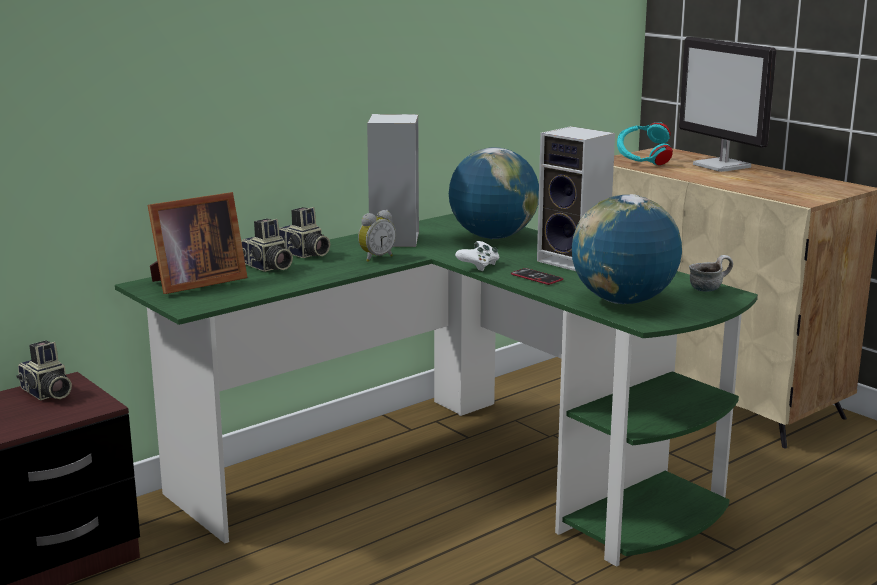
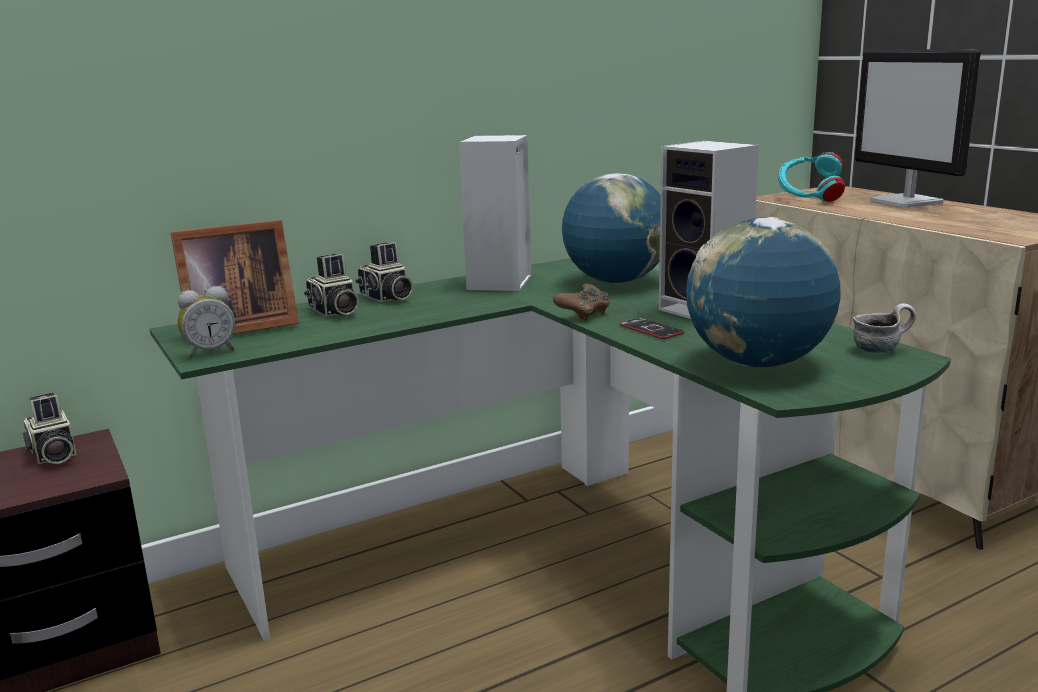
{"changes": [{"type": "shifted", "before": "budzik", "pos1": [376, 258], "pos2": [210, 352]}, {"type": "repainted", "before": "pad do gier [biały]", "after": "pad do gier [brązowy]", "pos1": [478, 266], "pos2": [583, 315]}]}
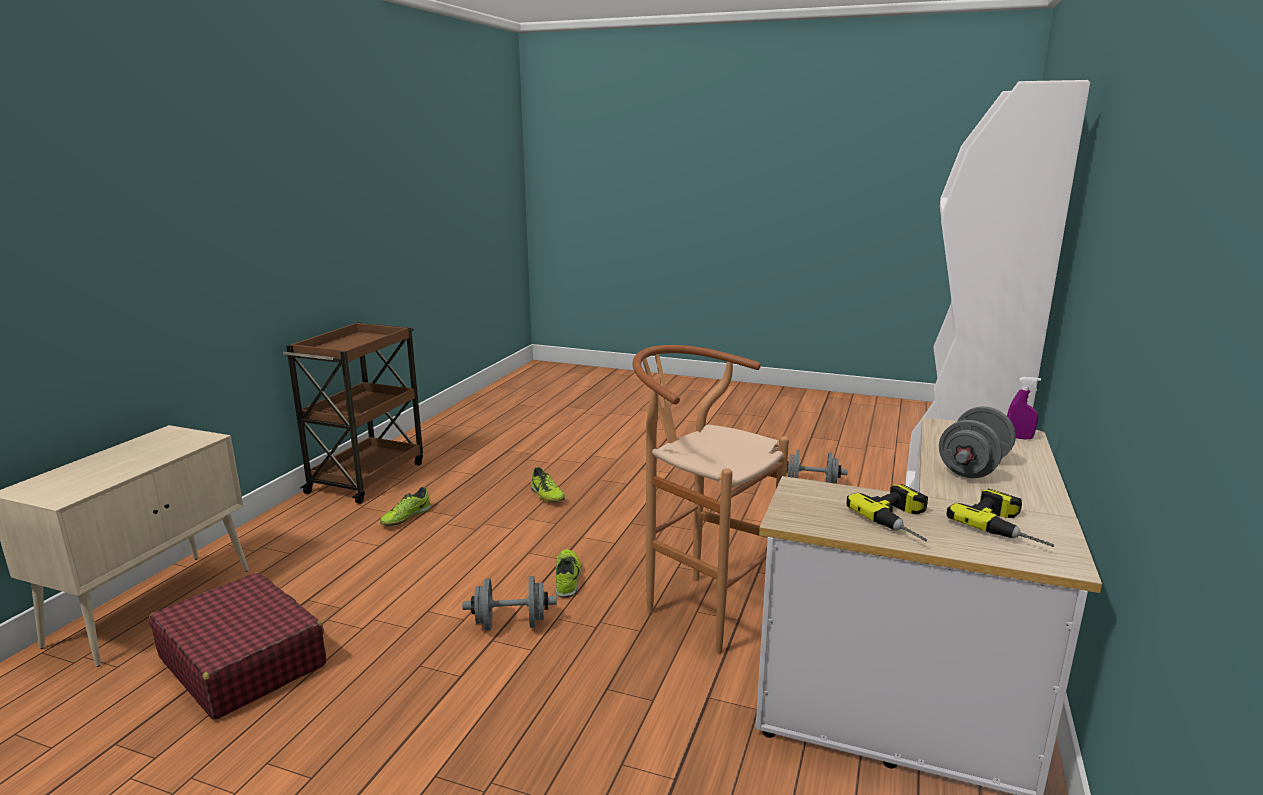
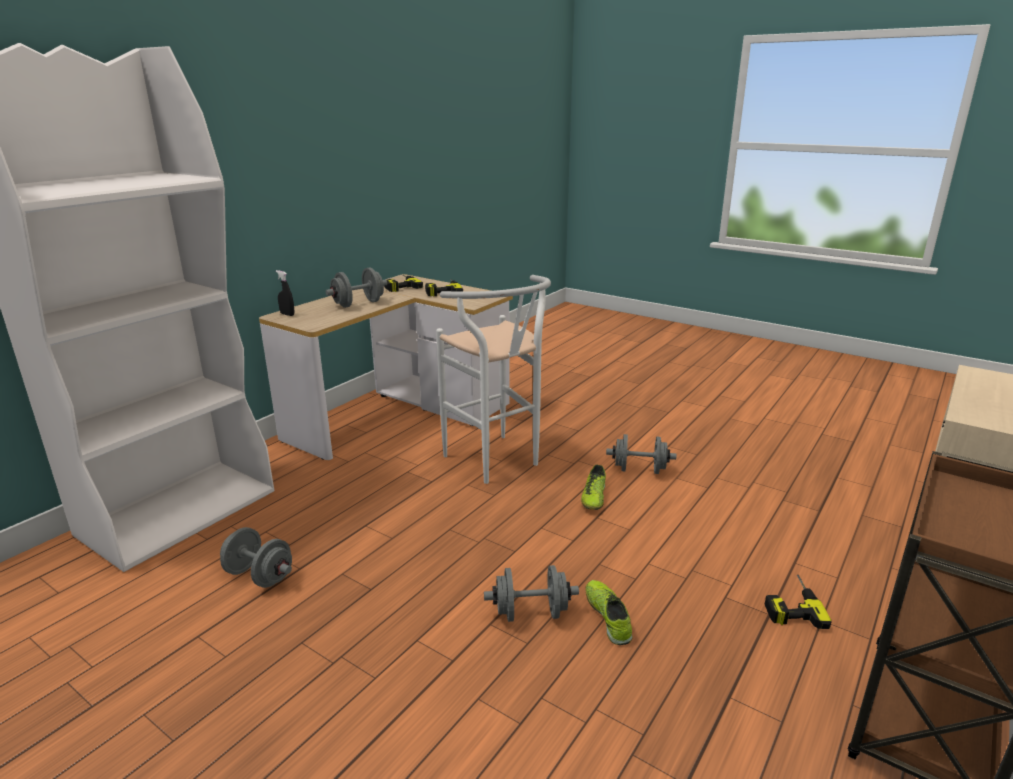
{"changes": [{"type": "repainted", "before": "spryskiwacz [fioletowy]", "after": "spryskiwacz [czarny]", "pos1": [1018, 438], "pos2": [287, 314]}, {"type": "repainted", "before": "stołek [brązowy]", "after": "stołek [biały]", "pos1": [699, 606], "pos2": [497, 463]}, {"type": "new", "after": "hantel [szary]", "pos2": [531, 613]}, {"type": "swapped", "before": "but", "after": "wiertarka", "pos1": [406, 517], "pos2": [790, 604]}, {"type": "gone", "before": "walizka [czerwony]", "pos1": [242, 661]}]}
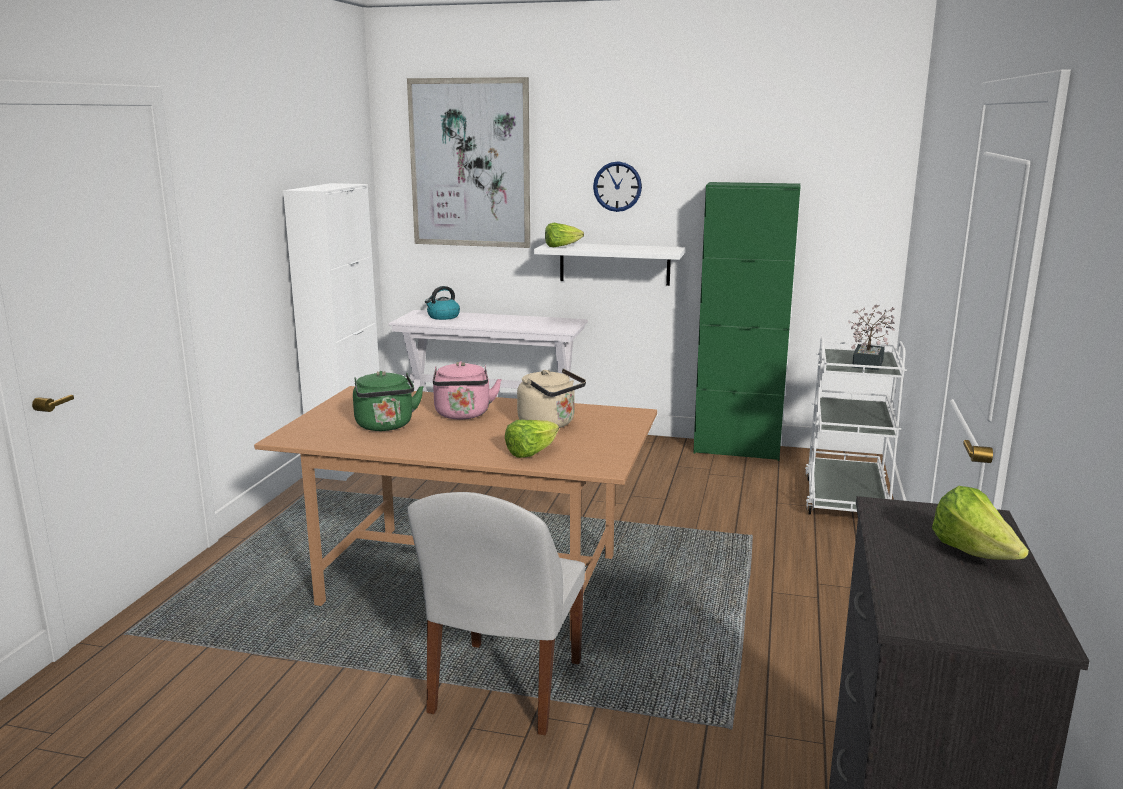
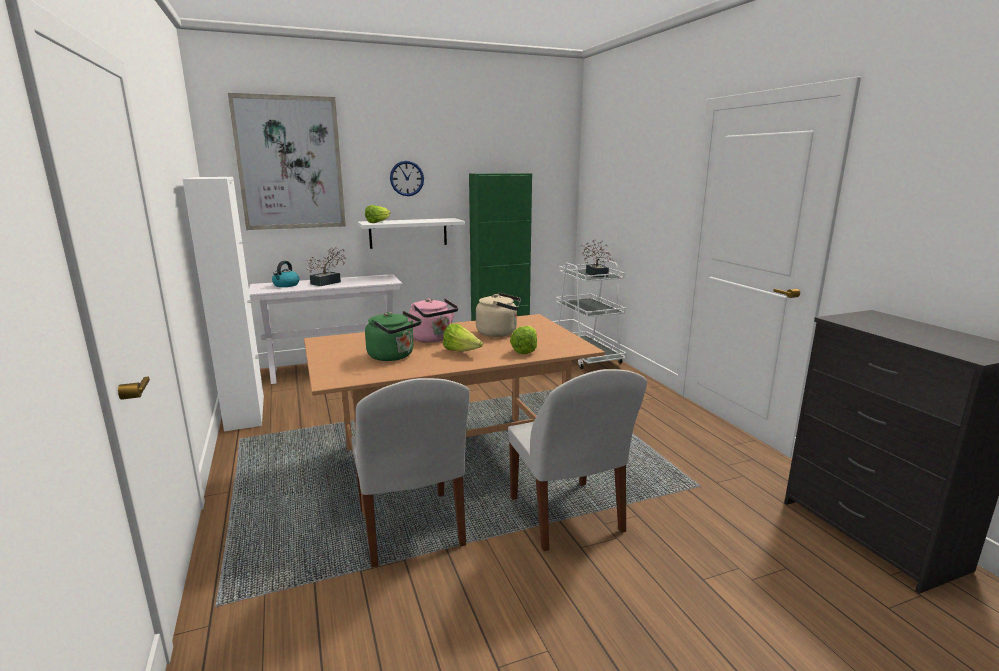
{"changes": [{"type": "new", "after": "roślina doniczkowa", "pos2": [328, 282]}, {"type": "new", "after": "krzesło [biały]", "pos2": [411, 529]}, {"type": "shifted", "before": "sałata", "pos1": [974, 554], "pos2": [461, 351]}]}
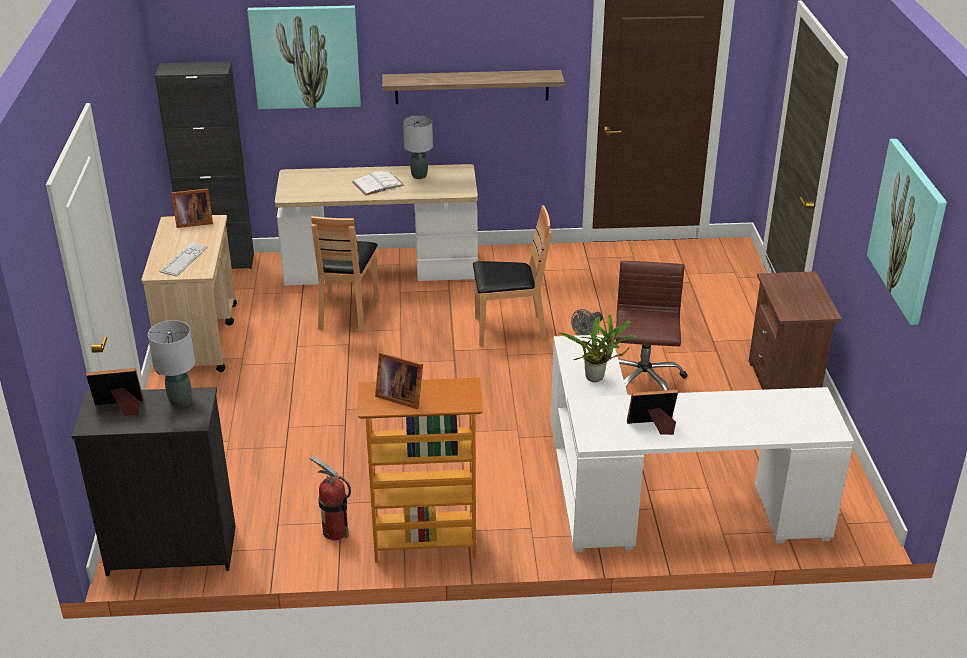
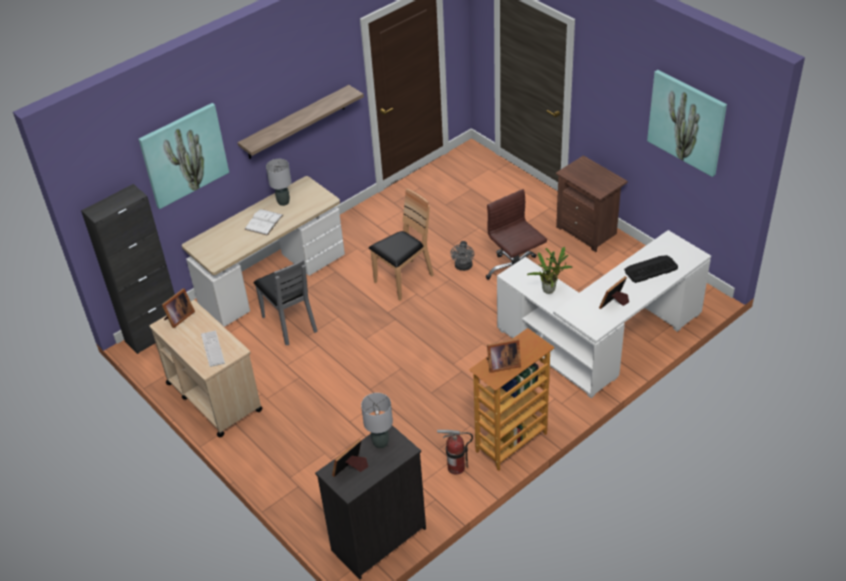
{"changes": [{"type": "repainted", "before": "krzesło [brązowy]", "after": "krzesło [szary]", "pos1": [347, 312], "pos2": [290, 323]}, {"type": "new", "after": "klawiatura", "pos2": [650, 269]}]}
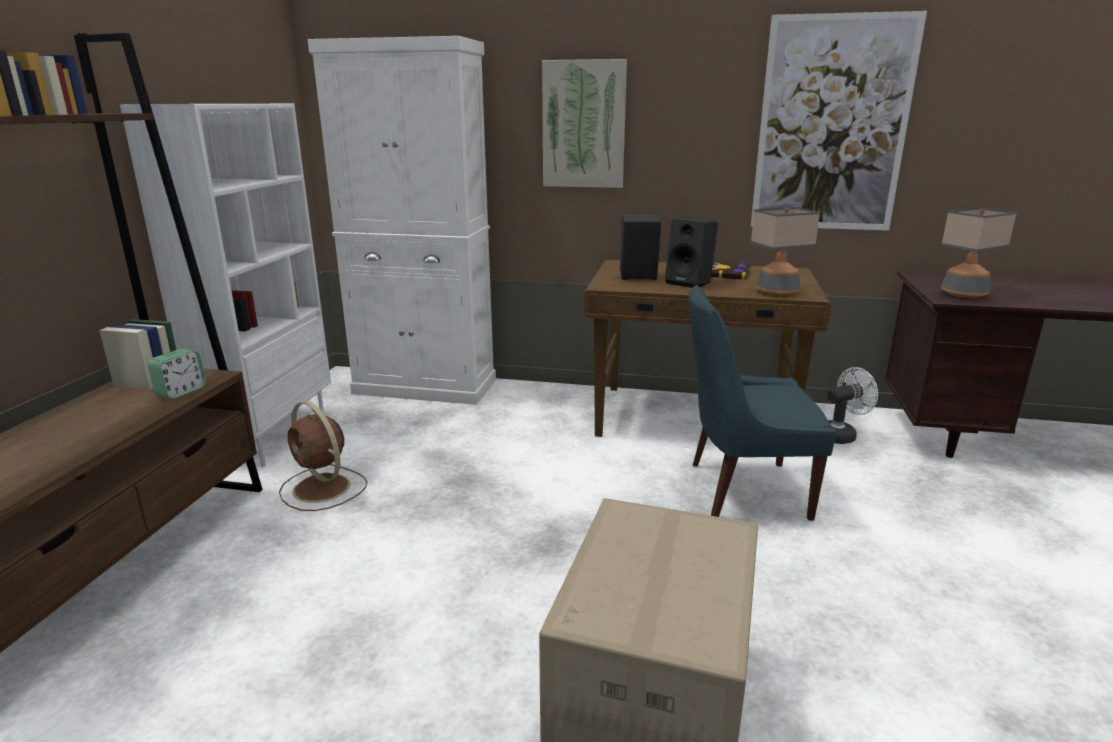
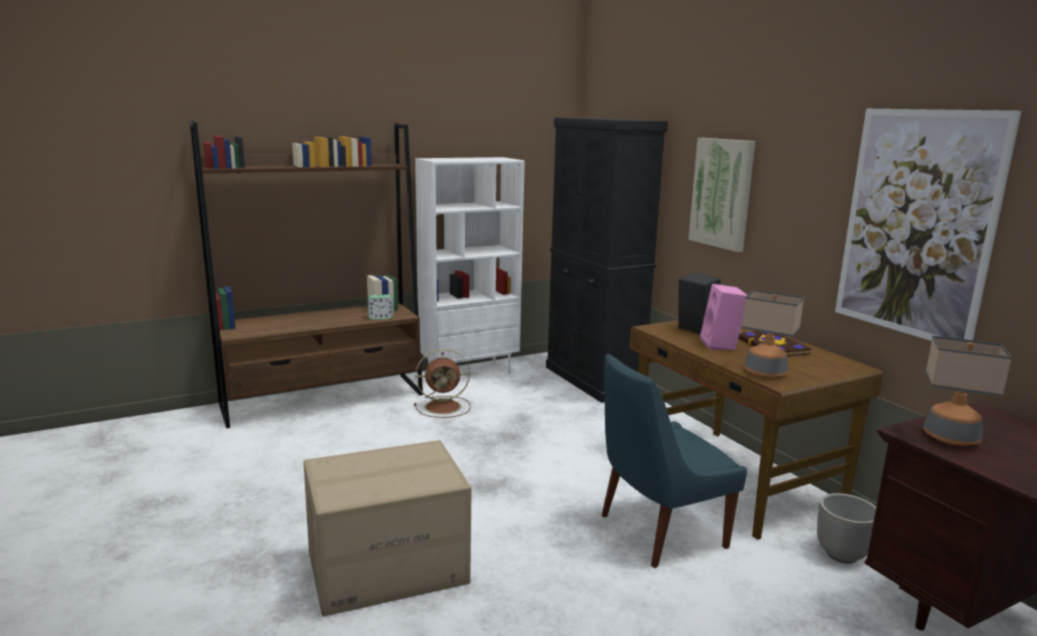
{"changes": [{"type": "rotated", "before": "wentylator [brązowy]", "pos1": [323, 489], "pos2": [444, 407], "turn": -105}, {"type": "repainted", "before": "szafka [biały]", "after": "szafka [czarny]", "pos1": [425, 386], "pos2": [593, 380]}, {"type": "rotated", "before": "krzesło [niebieski]", "pos1": [742, 490], "pos2": [657, 532], "turn": -75}, {"type": "repainted", "before": "głośnik [czarny]", "after": "głośnik [różowy]", "pos1": [690, 282], "pos2": [721, 345]}, {"type": "swapped", "before": "wentylator [biały]", "after": "donica", "pos1": [841, 435], "pos2": [841, 554]}]}
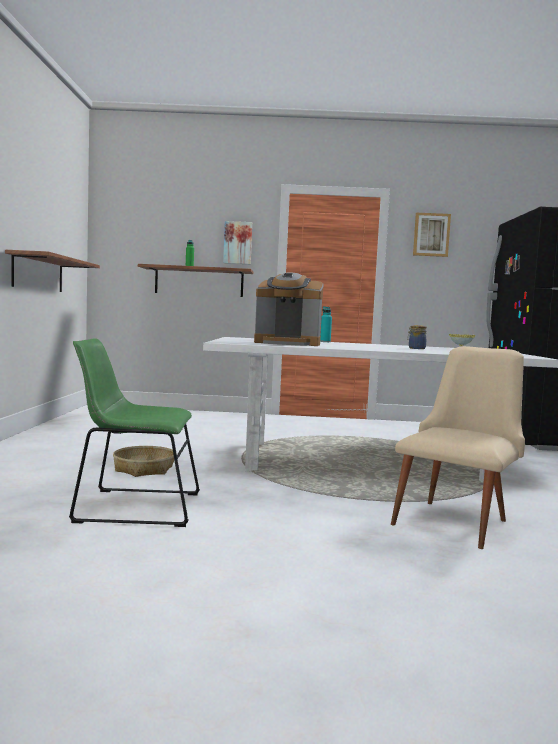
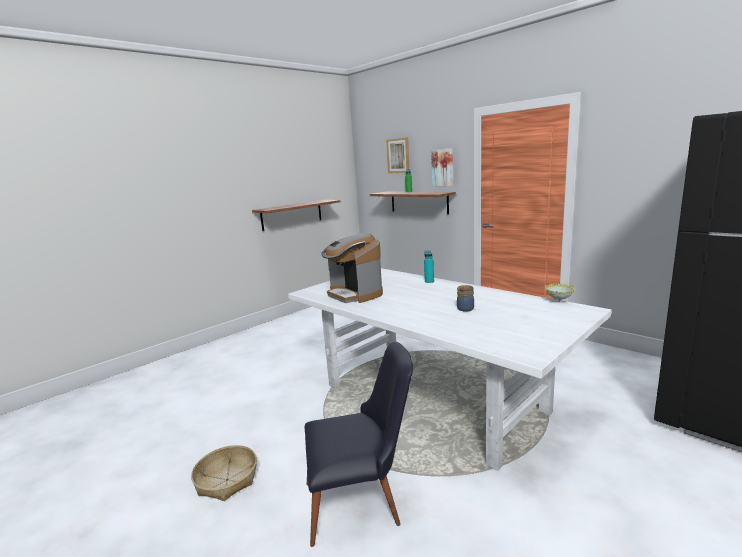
{"changes": [{"type": "shifted", "before": "koszyk", "pos1": [144, 469], "pos2": [227, 480]}, {"type": "repainted", "before": "krzesło [beżowy]", "after": "krzesło [czarny]", "pos1": [457, 520], "pos2": [362, 503]}, {"type": "shifted", "before": "obraz", "pos1": [431, 235], "pos2": [398, 155]}, {"type": "gone", "before": "krzesło [zielony]", "pos1": [133, 507]}]}
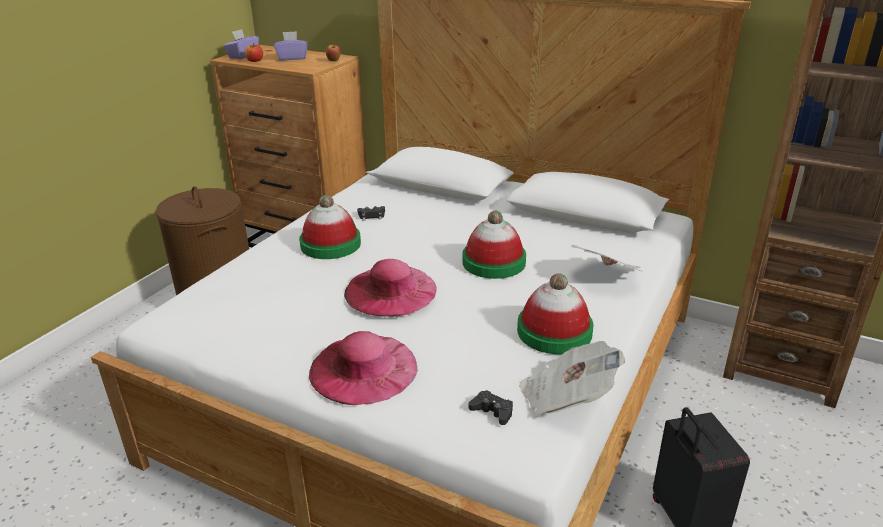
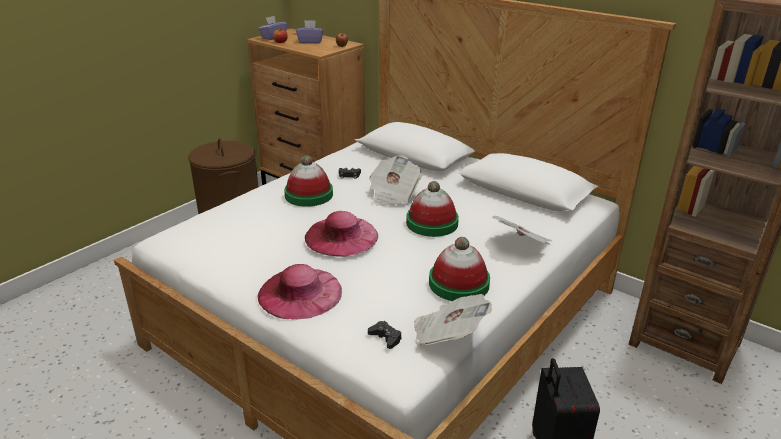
{"changes": [{"type": "new", "after": "gazeta", "pos2": [393, 195]}]}
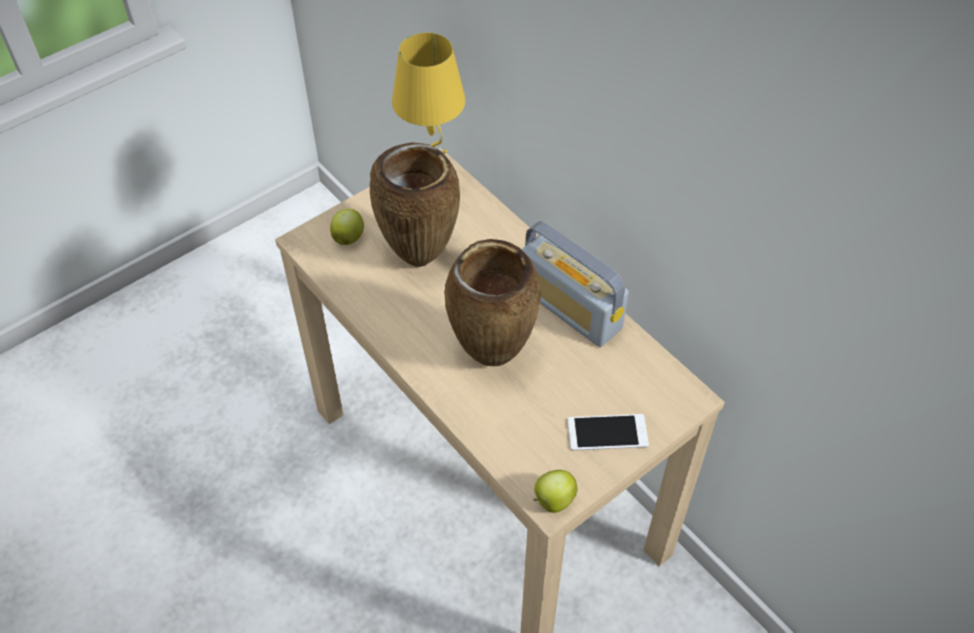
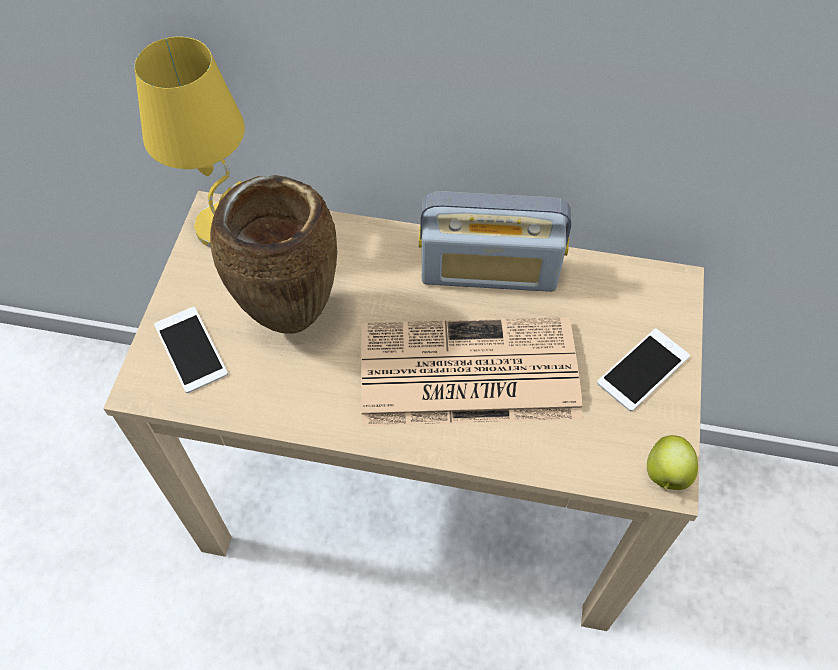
{"changes": [{"type": "swapped", "before": "jabłko", "after": "telefon", "pos1": [348, 237], "pos2": [190, 349]}, {"type": "swapped", "before": "wazon [brązowy]", "after": "gazeta", "pos1": [490, 357], "pos2": [465, 374]}]}
